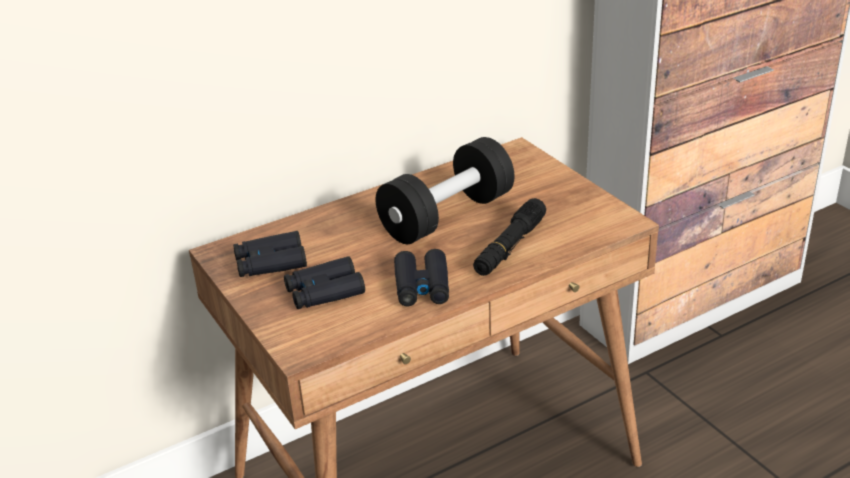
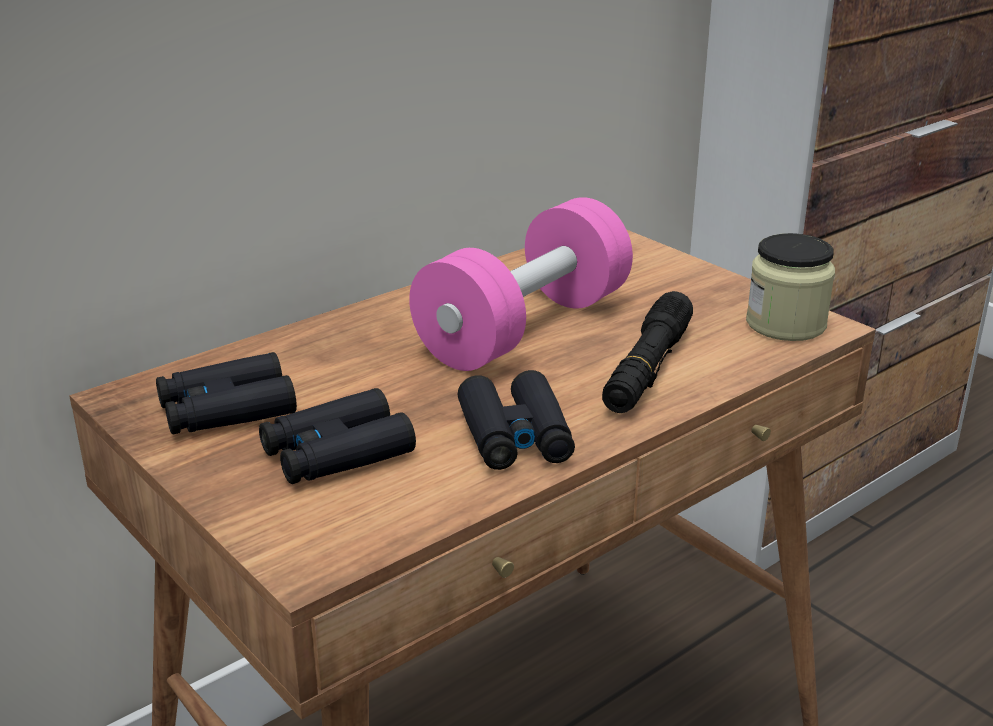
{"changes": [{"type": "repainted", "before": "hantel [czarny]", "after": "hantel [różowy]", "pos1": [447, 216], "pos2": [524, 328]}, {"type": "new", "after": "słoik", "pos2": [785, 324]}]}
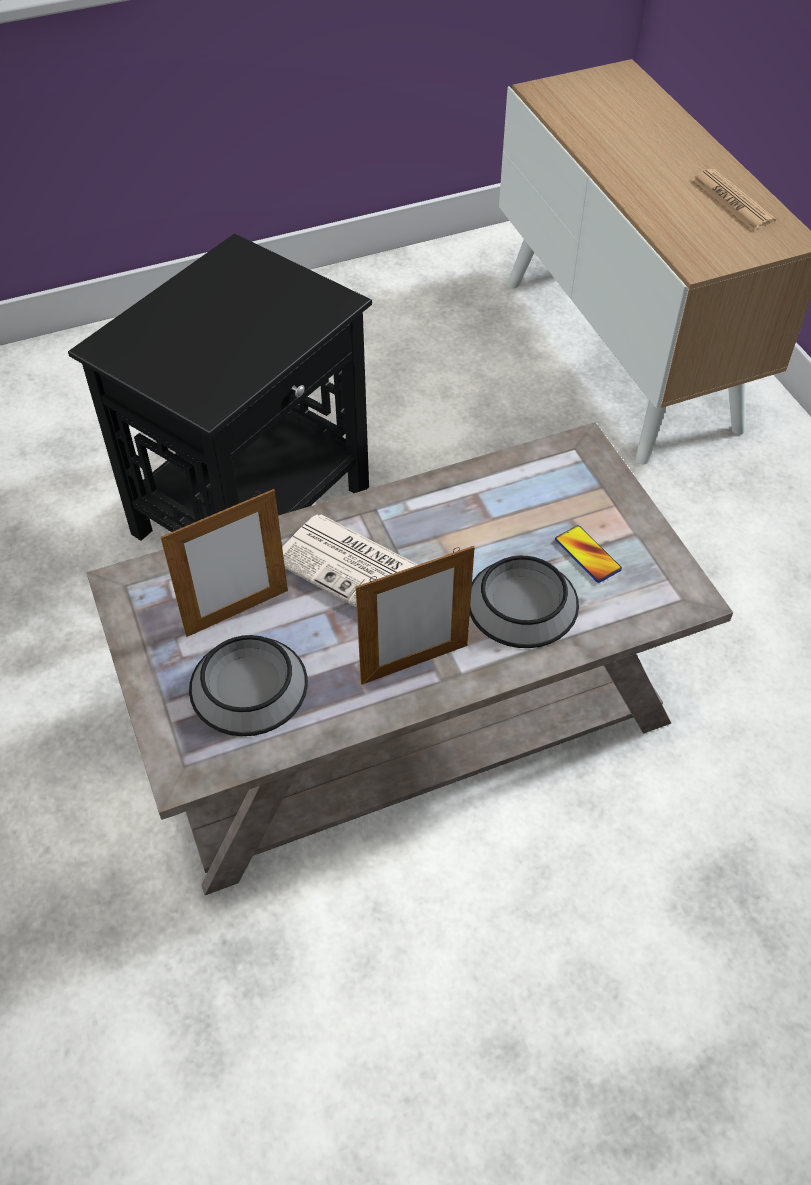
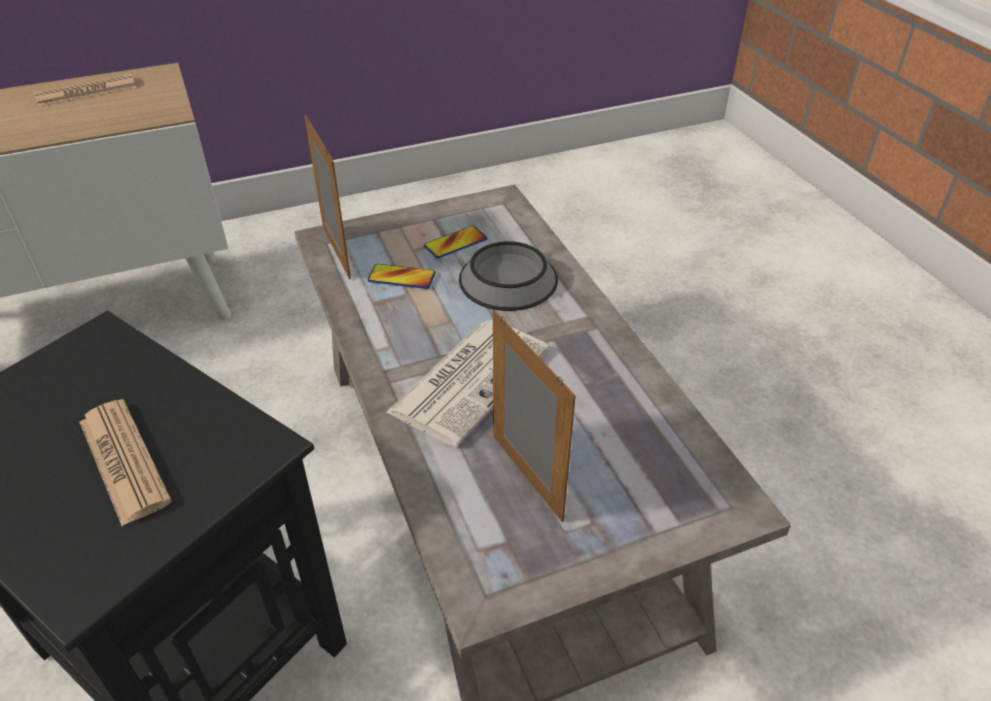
{"changes": [{"type": "new", "after": "gazeta", "pos2": [124, 461]}, {"type": "shifted", "before": "ramka na zdjęcie", "pos1": [414, 664], "pos2": [336, 253]}, {"type": "new", "after": "telefon", "pos2": [402, 277]}, {"type": "gone", "before": "miska", "pos1": [249, 685]}]}
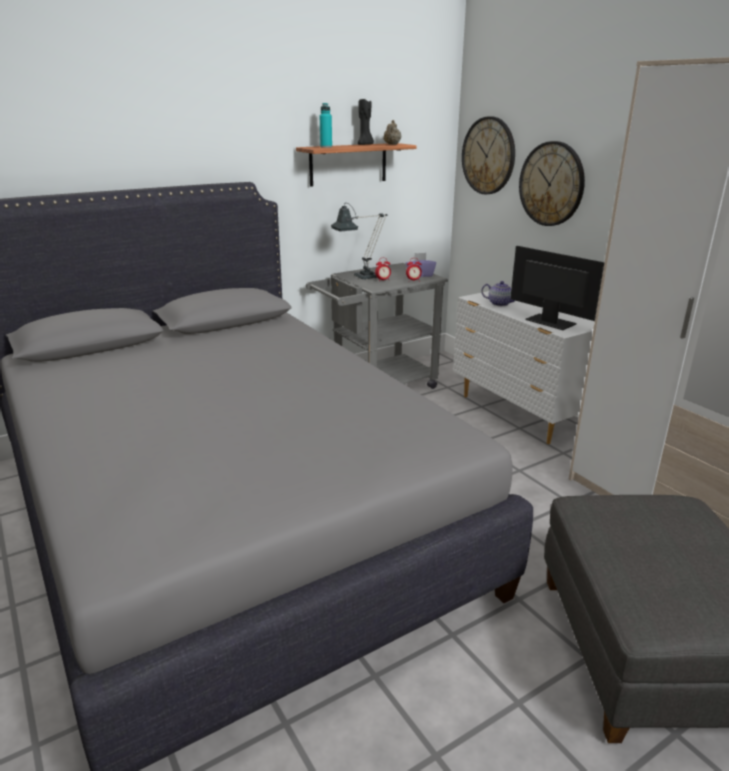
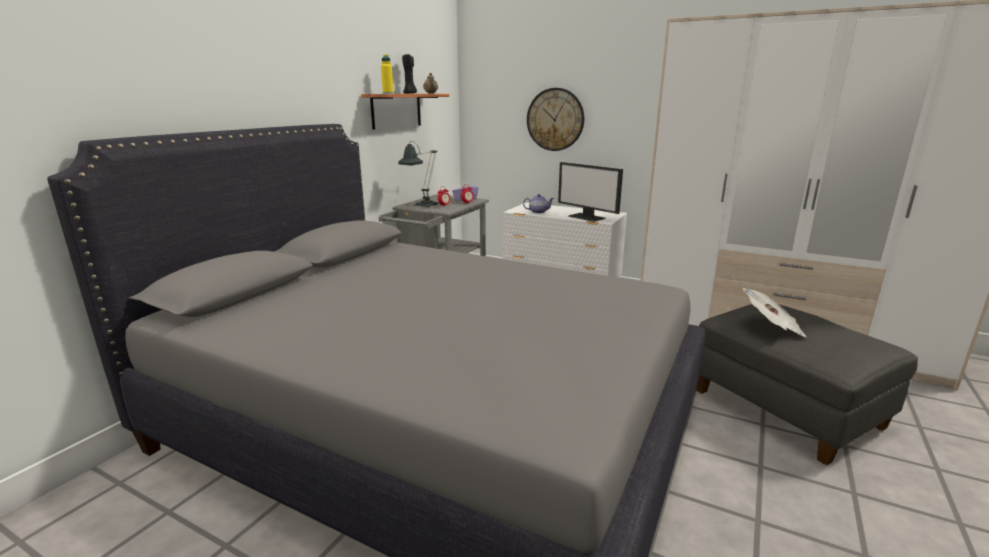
{"changes": [{"type": "repainted", "before": "butelka [turkusowy]", "after": "butelka [żółty]", "pos1": [326, 147], "pos2": [388, 93]}, {"type": "rotated", "before": "monitor", "pos1": [549, 322], "pos2": [587, 217], "turn": -150}, {"type": "new", "after": "gazeta", "pos2": [771, 327]}, {"type": "gone", "before": "zegar ścienny", "pos1": [488, 156]}]}
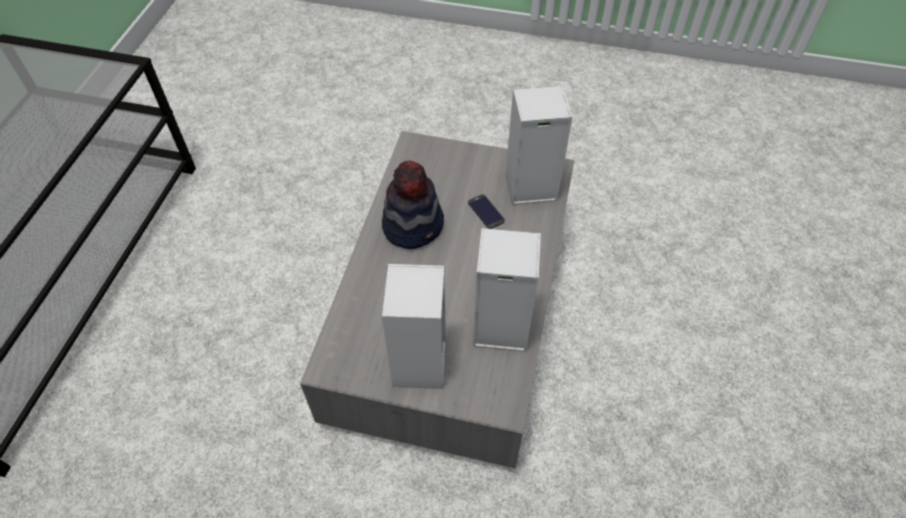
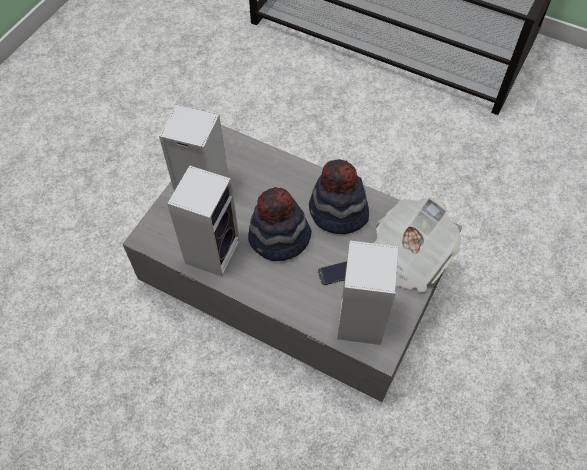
{"changes": [{"type": "new", "after": "kapelusz", "pos2": [279, 239]}, {"type": "new", "after": "gazeta", "pos2": [408, 257]}]}
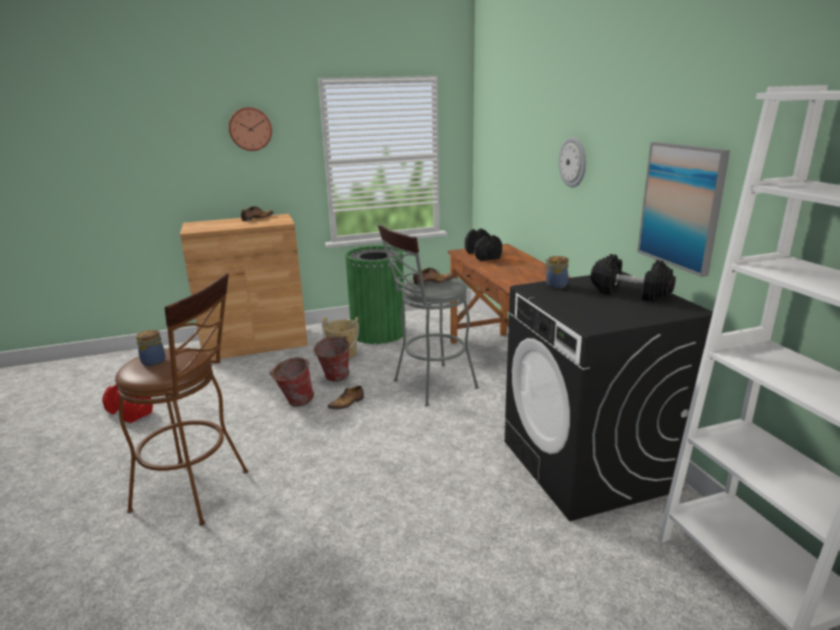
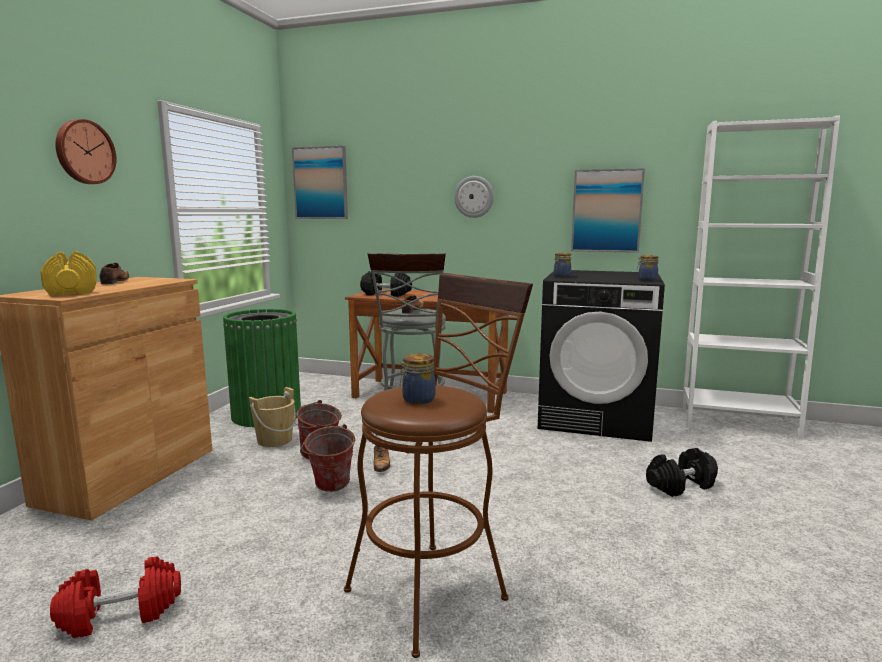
{"changes": [{"type": "new", "after": "hantel [żółty]", "pos2": [72, 291]}, {"type": "new", "after": "obraz", "pos2": [321, 183]}, {"type": "new", "after": "słoik", "pos2": [646, 280]}, {"type": "shifted", "before": "hantel [czarny]", "pos1": [630, 292], "pos2": [680, 485]}]}
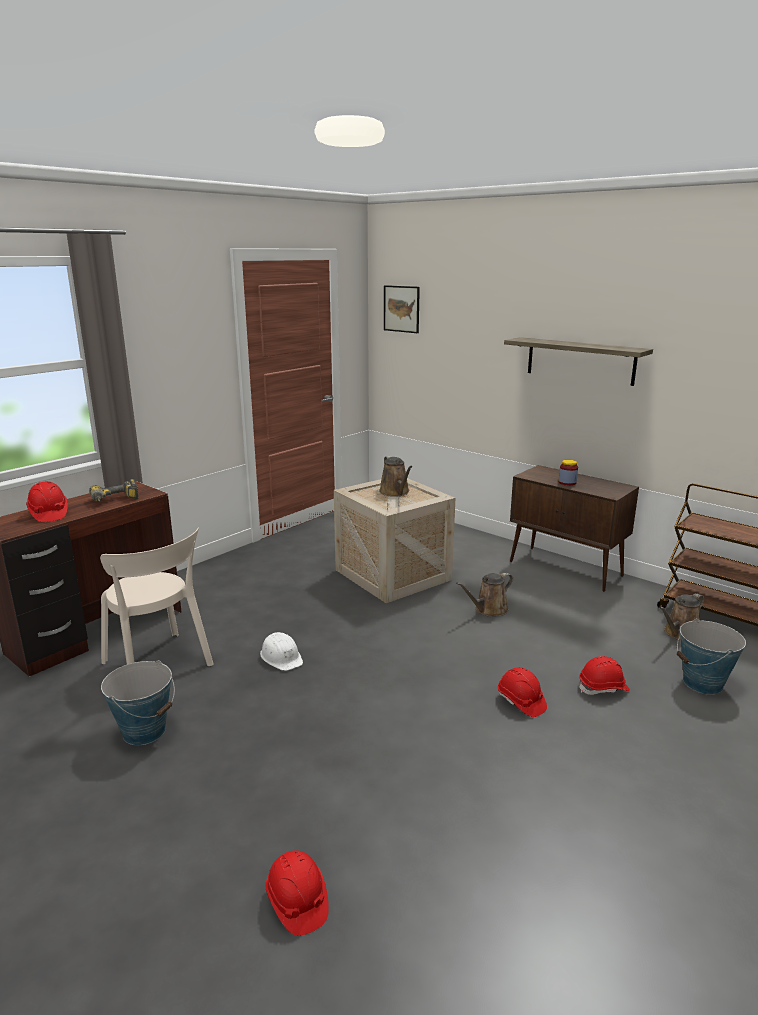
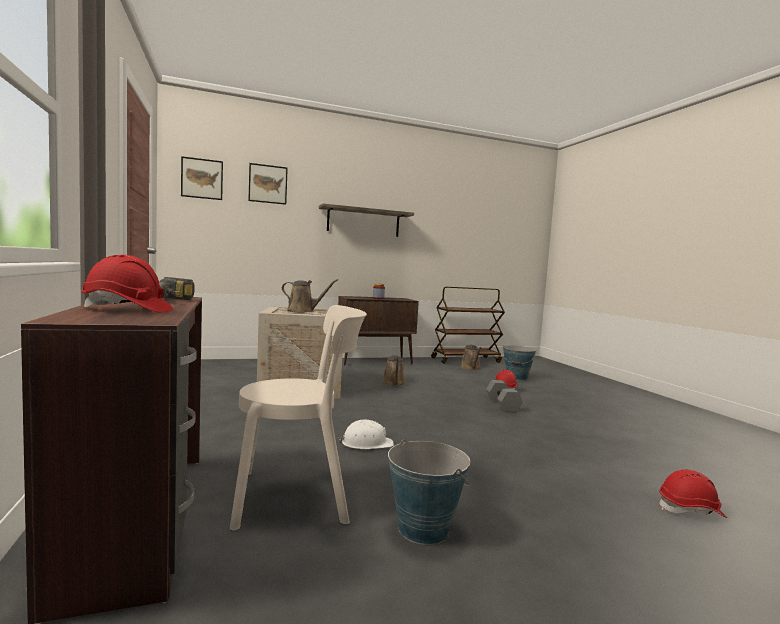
{"changes": [{"type": "new", "after": "obraz", "pos2": [268, 184]}, {"type": "swapped", "before": "kask [czerwony]", "after": "hantel [szary]", "pos1": [521, 702], "pos2": [503, 405]}]}
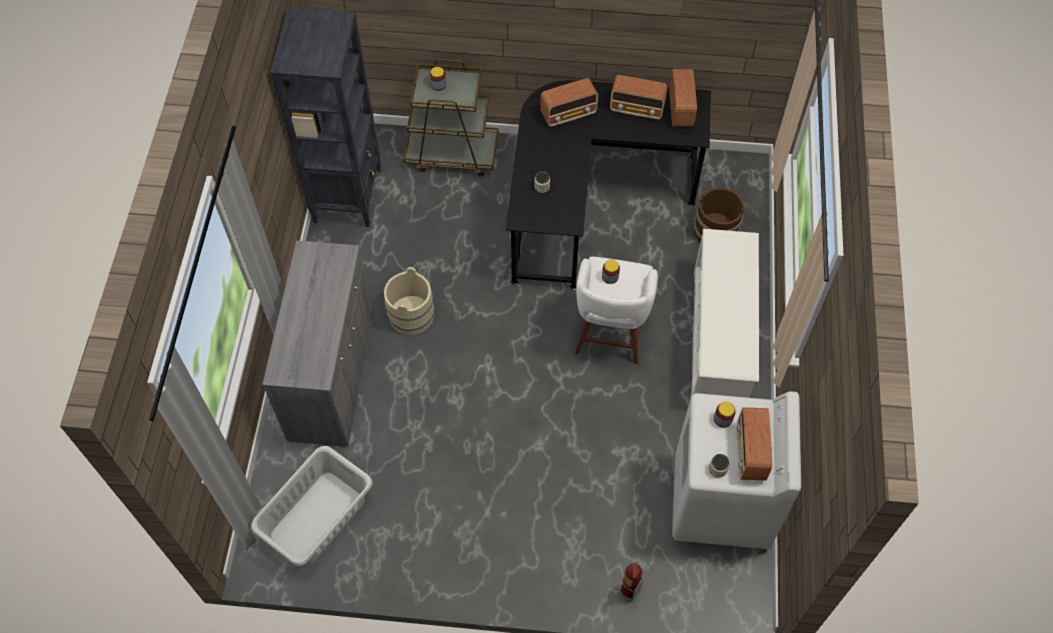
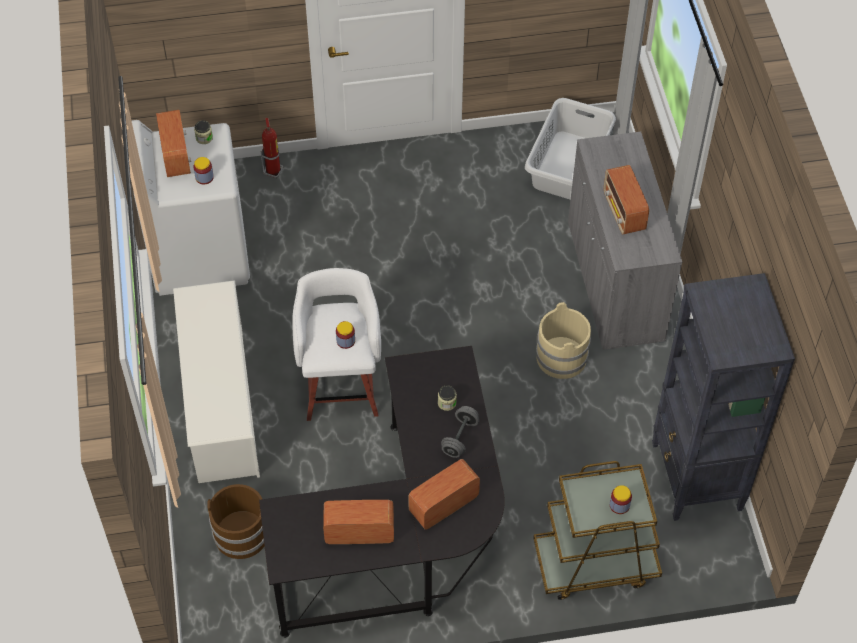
{"changes": [{"type": "new", "after": "hantel [szary]", "pos2": [460, 438]}, {"type": "shifted", "before": "radio", "pos1": [680, 108], "pos2": [624, 213]}]}
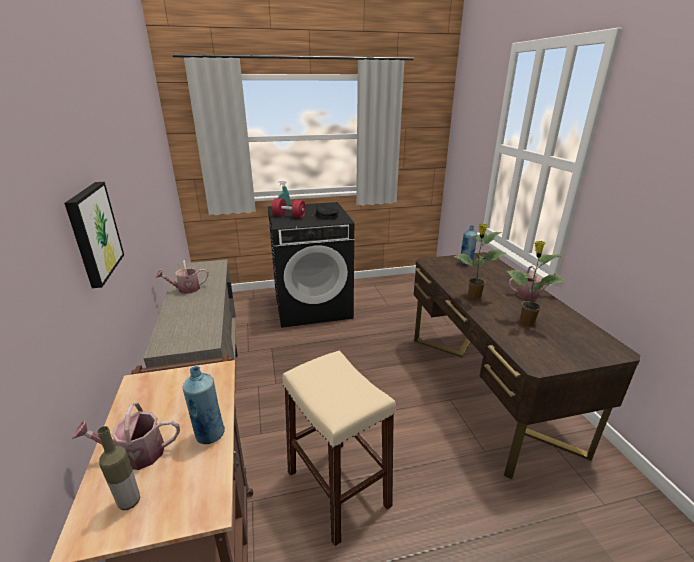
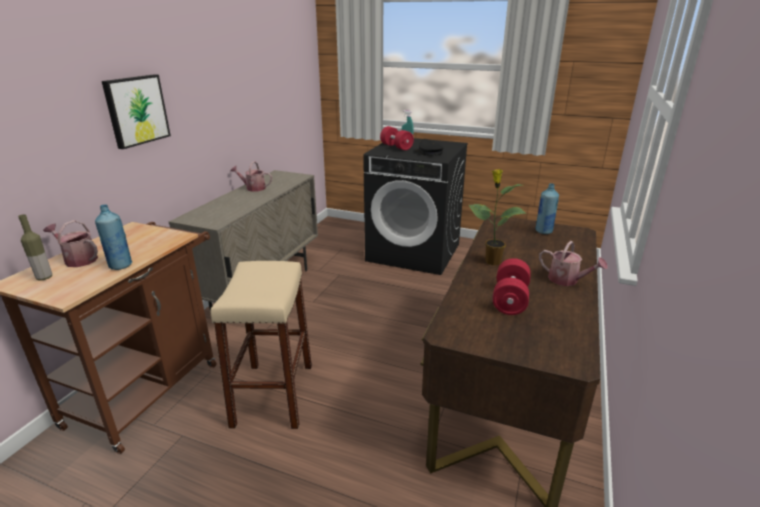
{"changes": [{"type": "swapped", "before": "roślina doniczkowa", "after": "hantel [czerwony]", "pos1": [526, 321], "pos2": [510, 299]}]}
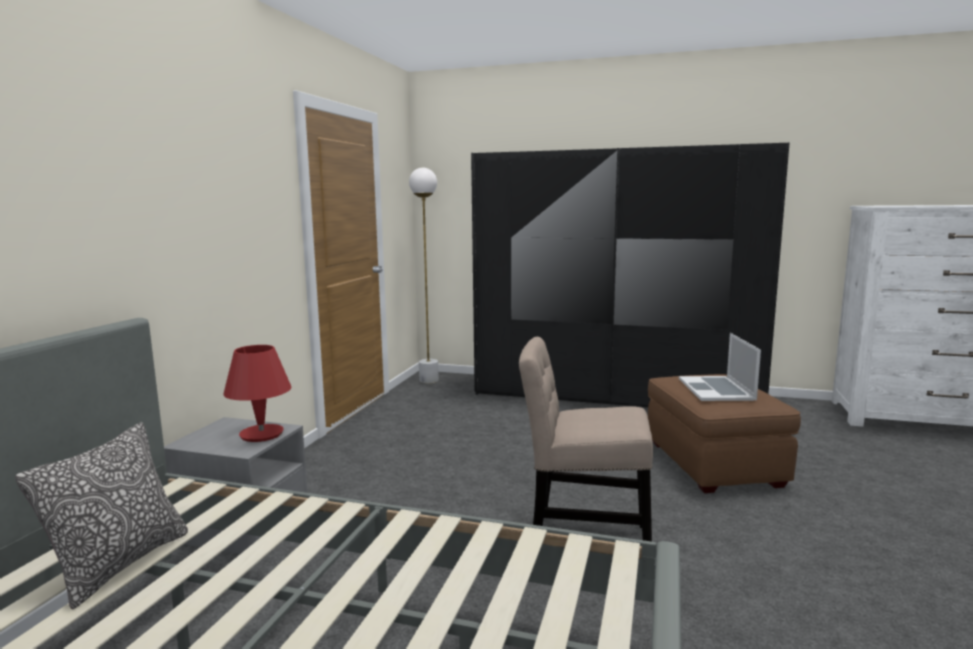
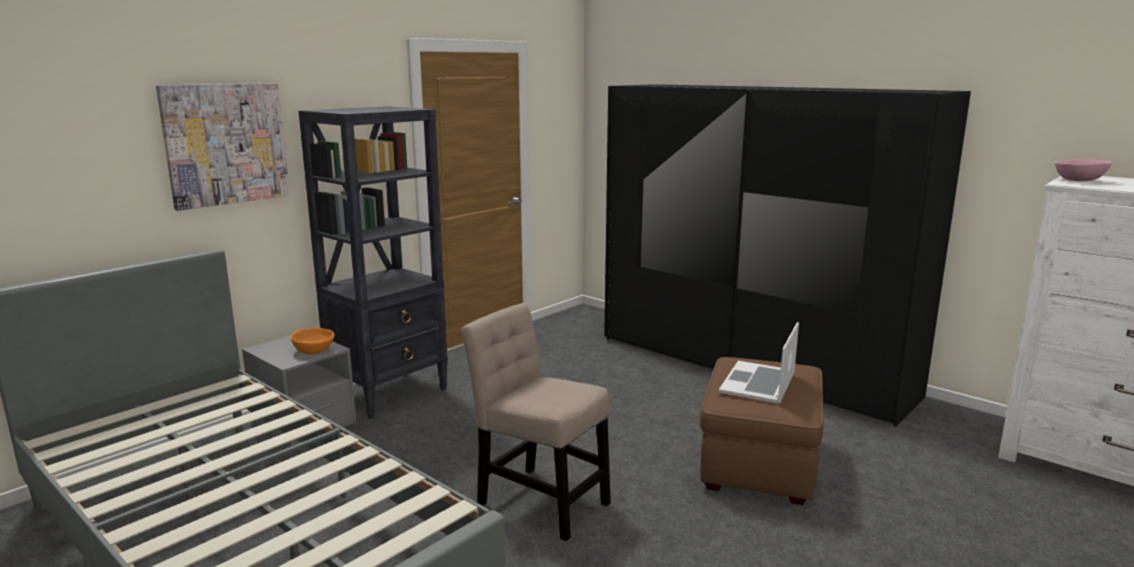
{"changes": [{"type": "new", "after": "obraz", "pos2": [226, 144]}, {"type": "swapped", "before": "lampa stołowa [czerwony]", "after": "miska [pomarańczowy]", "pos1": [261, 434], "pos2": [313, 351]}, {"type": "new", "after": "regał [czarny]", "pos2": [390, 393]}, {"type": "new", "after": "miska [różowy]", "pos2": [1080, 181]}, {"type": "gone", "before": "poduszka", "pos1": [120, 564]}, {"type": "gone", "before": "lampa stojąca [biały]", "pos1": [429, 380]}]}
